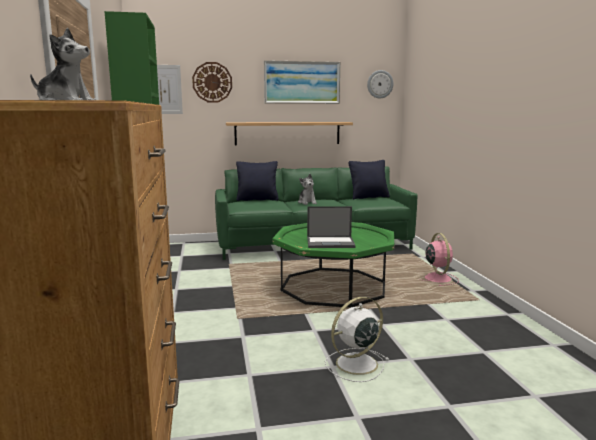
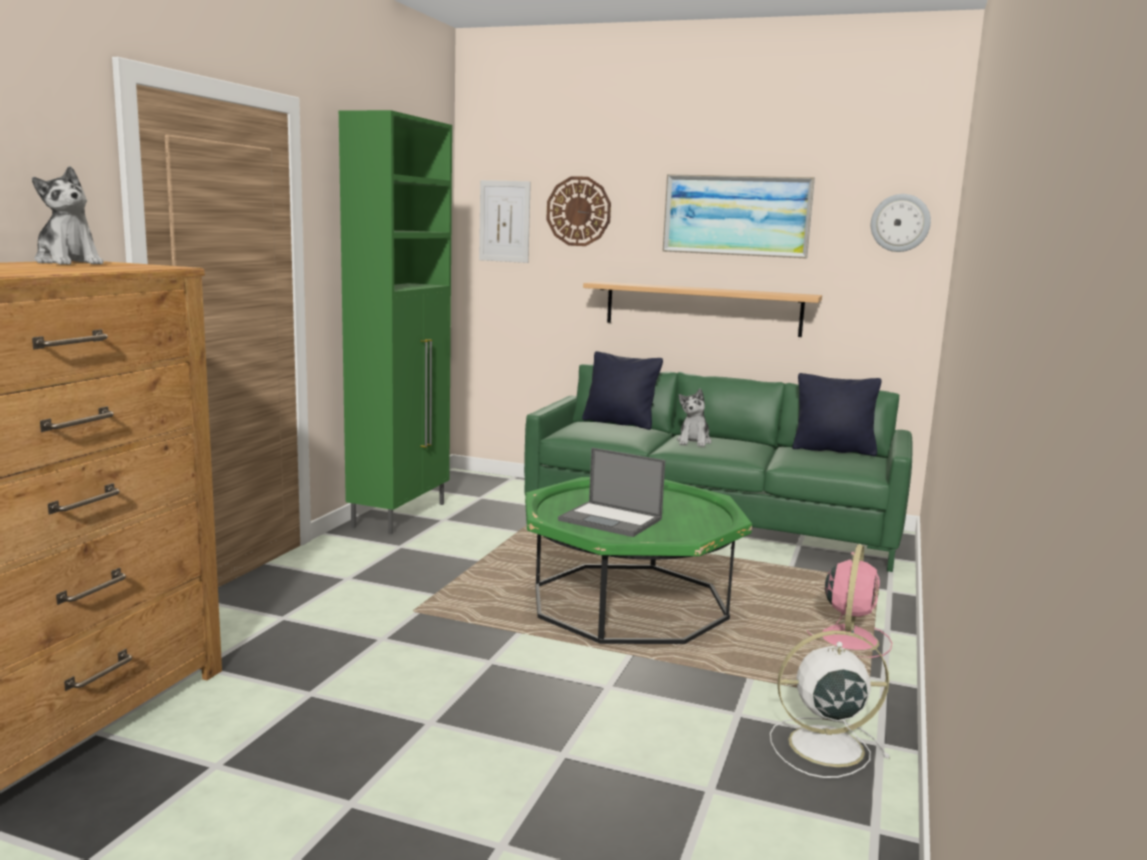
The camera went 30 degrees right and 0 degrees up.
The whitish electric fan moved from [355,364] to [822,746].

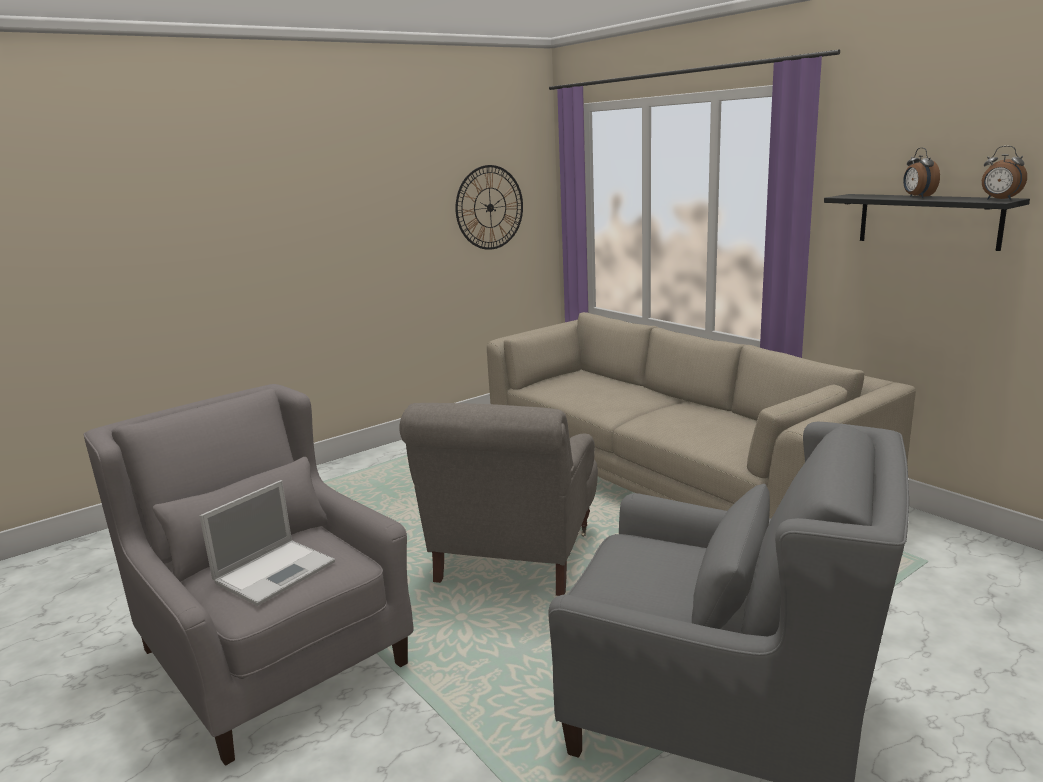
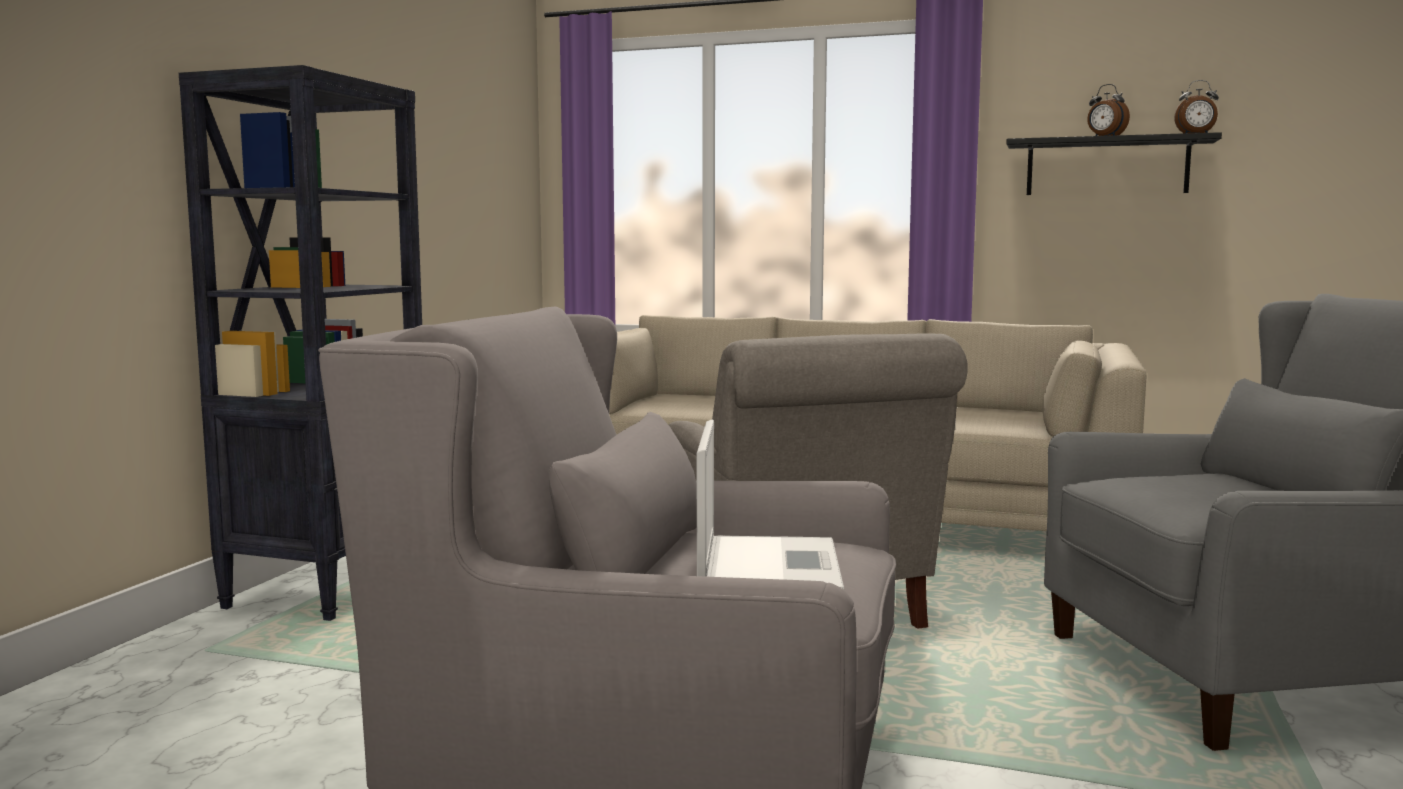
The camera went 35 degrees left and 10 degrees down.
The hanging clock at [490,207] disappeared.
The blackish bookshelf at [331,588] appeared.

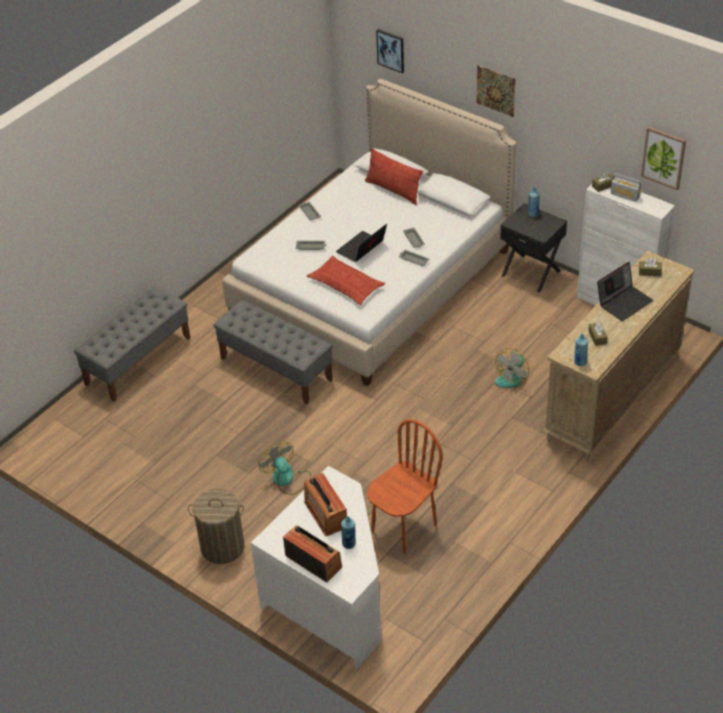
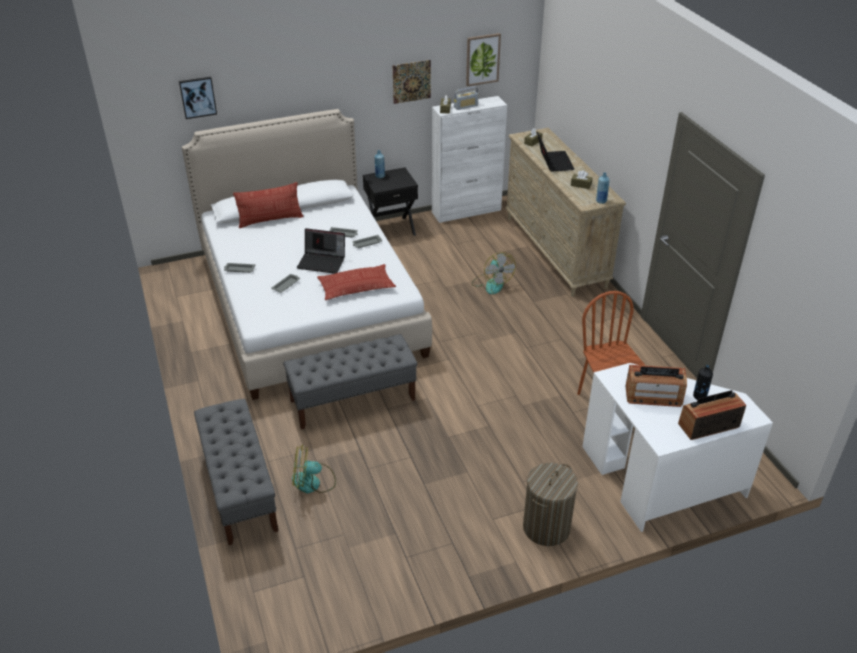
The camera went 60 degrees left and 5 degrees down.
The electric fan moved from [287,479] to [313,482].
The portable computer at [361,249] turned 60 degrees counterclockwise.
The bluish beverage bottle at [349,544] became the blackish beverage bottle at [699,396].
The picture moved from [495,90] to [411,81].

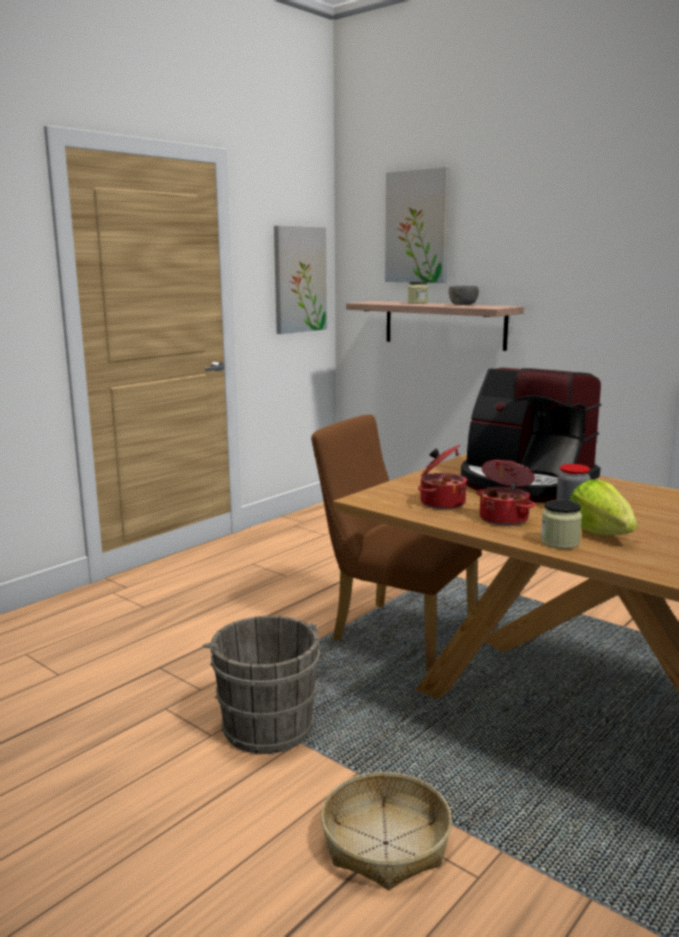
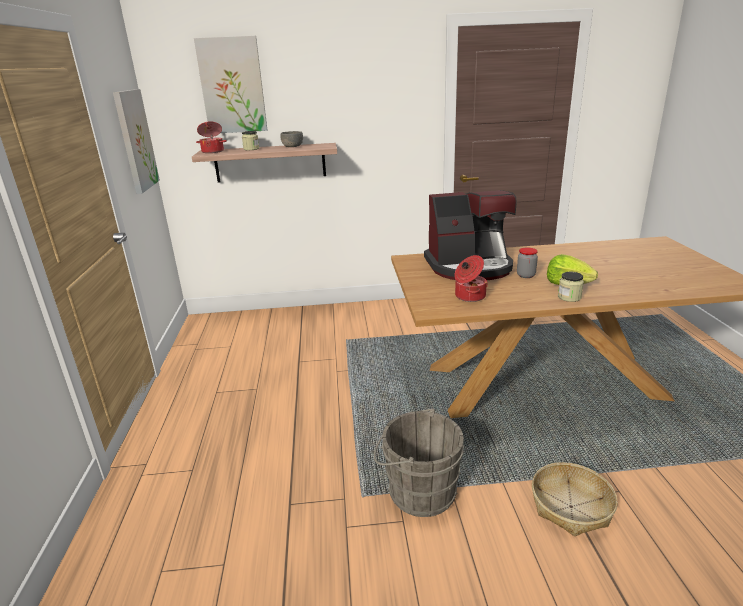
The camera went 45 degrees left and 10 degrees up.
The brownish plain chair at [394,632] disappeared.
The stockpot moved from [504,518] to [213,151].

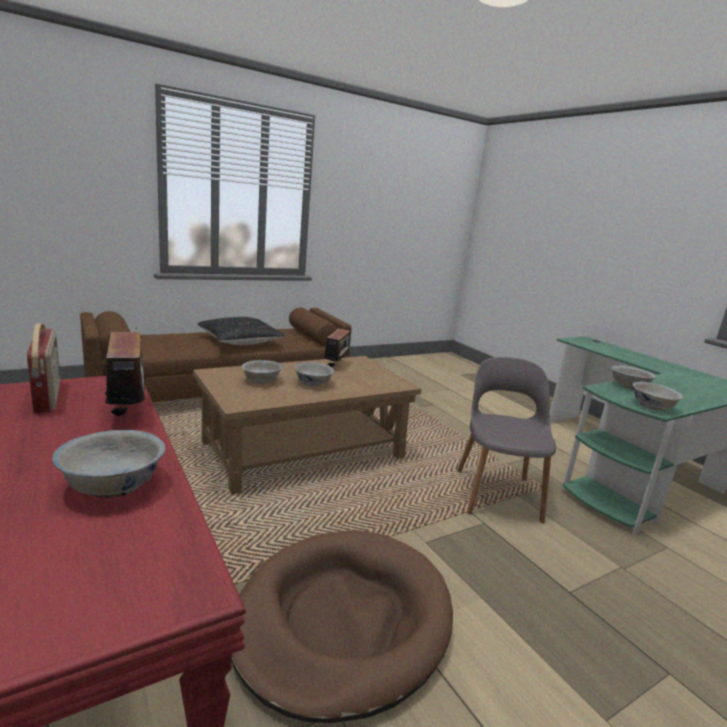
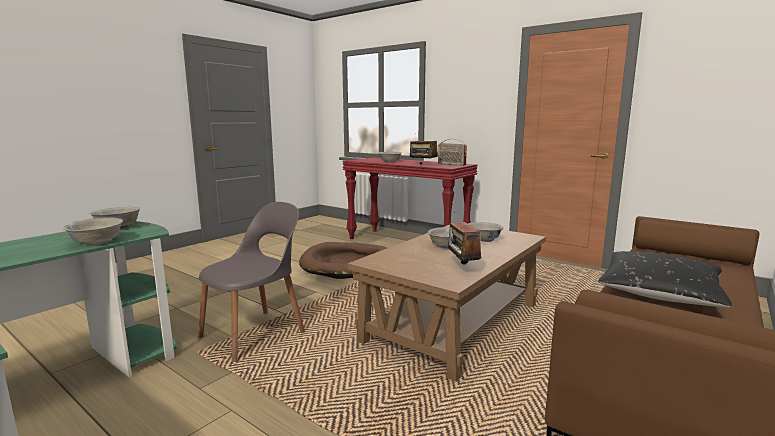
The camera went 160 degrees right and 5 degrees down.
The grey plain chair at [497,493] turned 120 degrees counterclockwise.

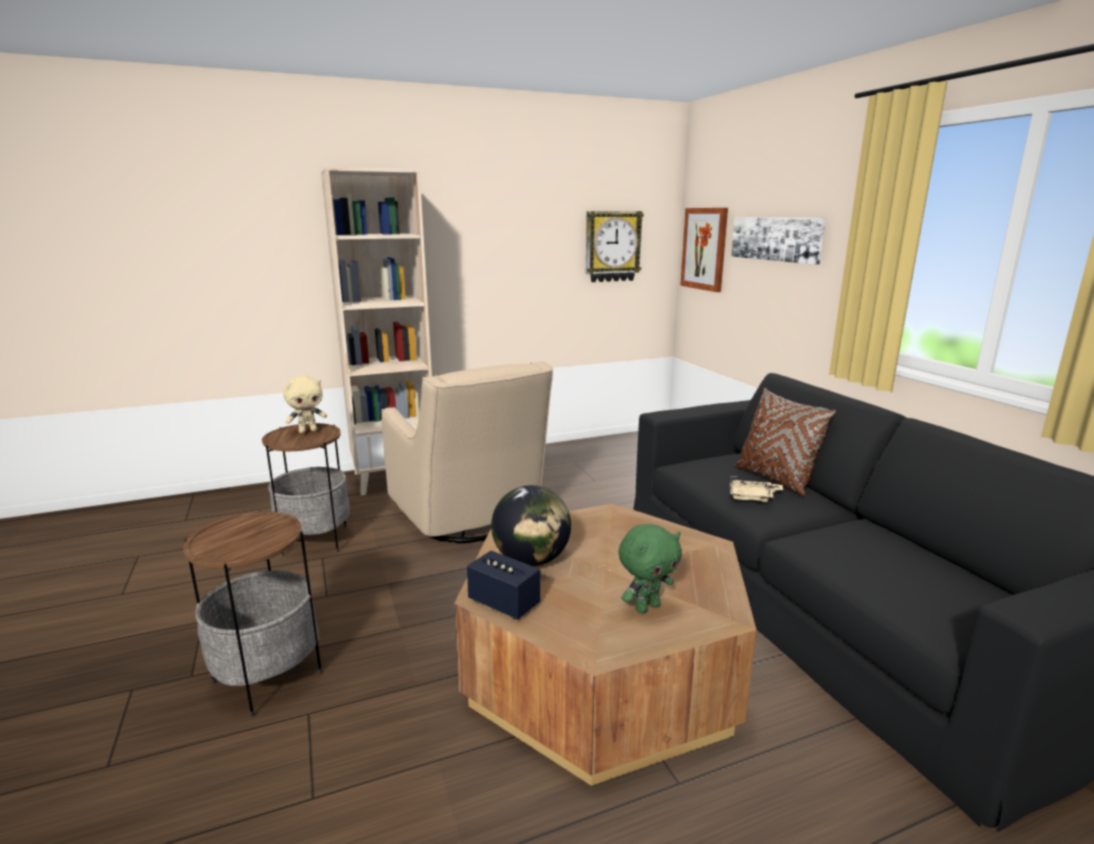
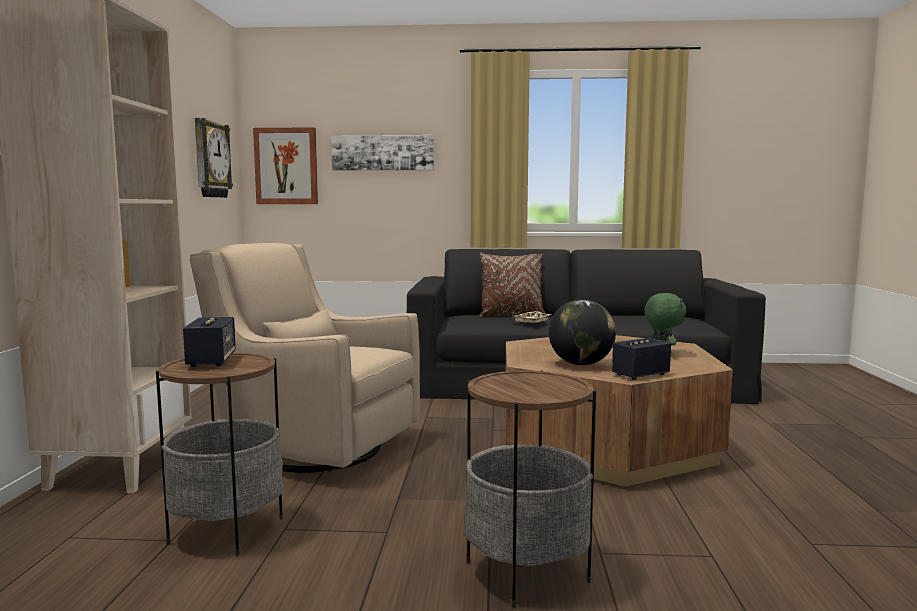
The camera went 65 degrees left and 10 degrees down.
The sand-coloured plush toy at [308,431] was replaced by the audio speaker at [211,361].
The sand-coloured easy chair at [469,520] turned 150 degrees counterclockwise.

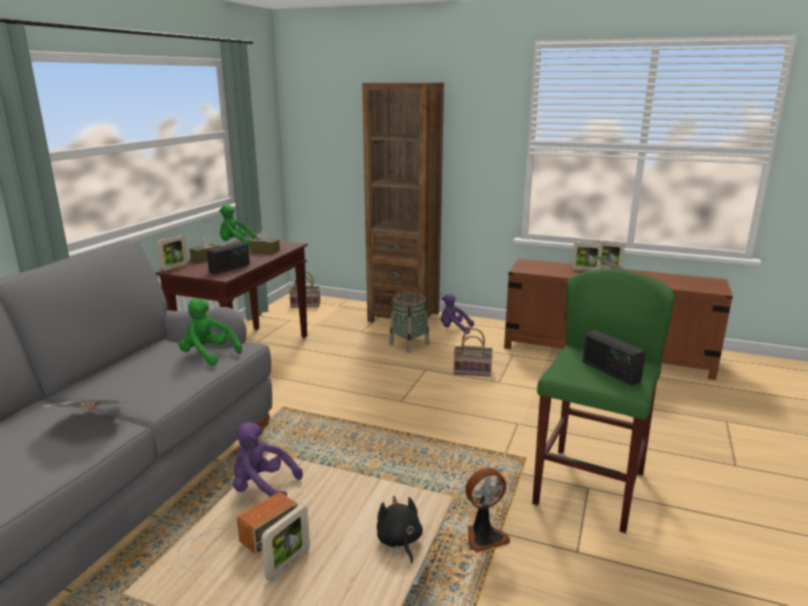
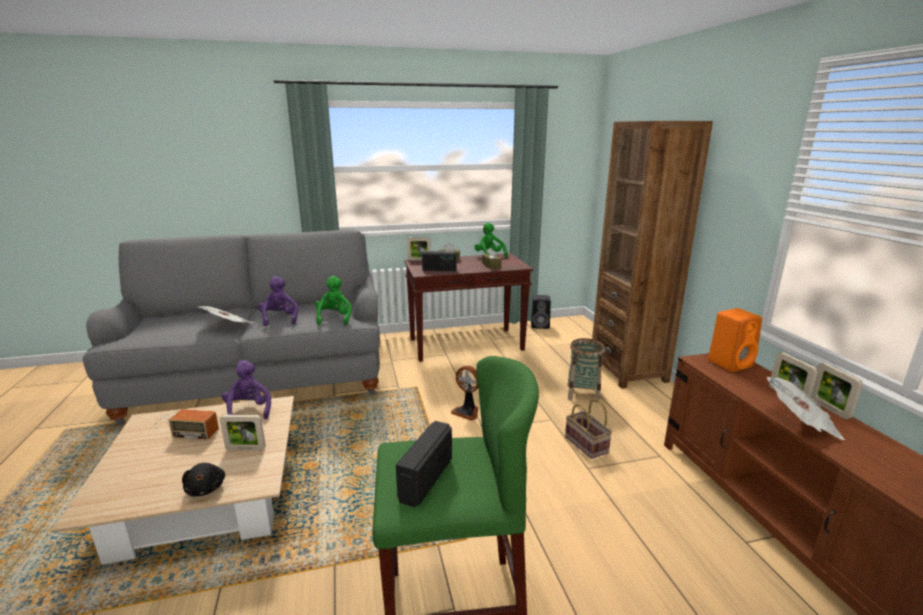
The camera went 55 degrees right and 0 degrees up.
The standing frame moved from [288,564] to [245,449].
The storage basket at [306,304] disappeared.
The blackish plush toy at [399,541] turned 120 degrees clockwise.
The purple-coloured plush toy moved from [454,329] to [279,319].
The electric fan moved from [484,536] to [467,411].
The blackish audio speaker at [540,325] appeared.
The orangey audio speaker at [730,363] appeared.

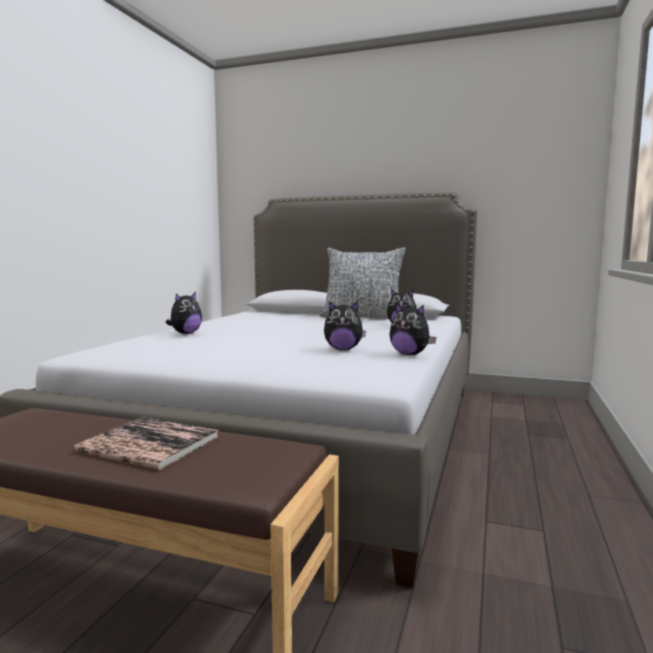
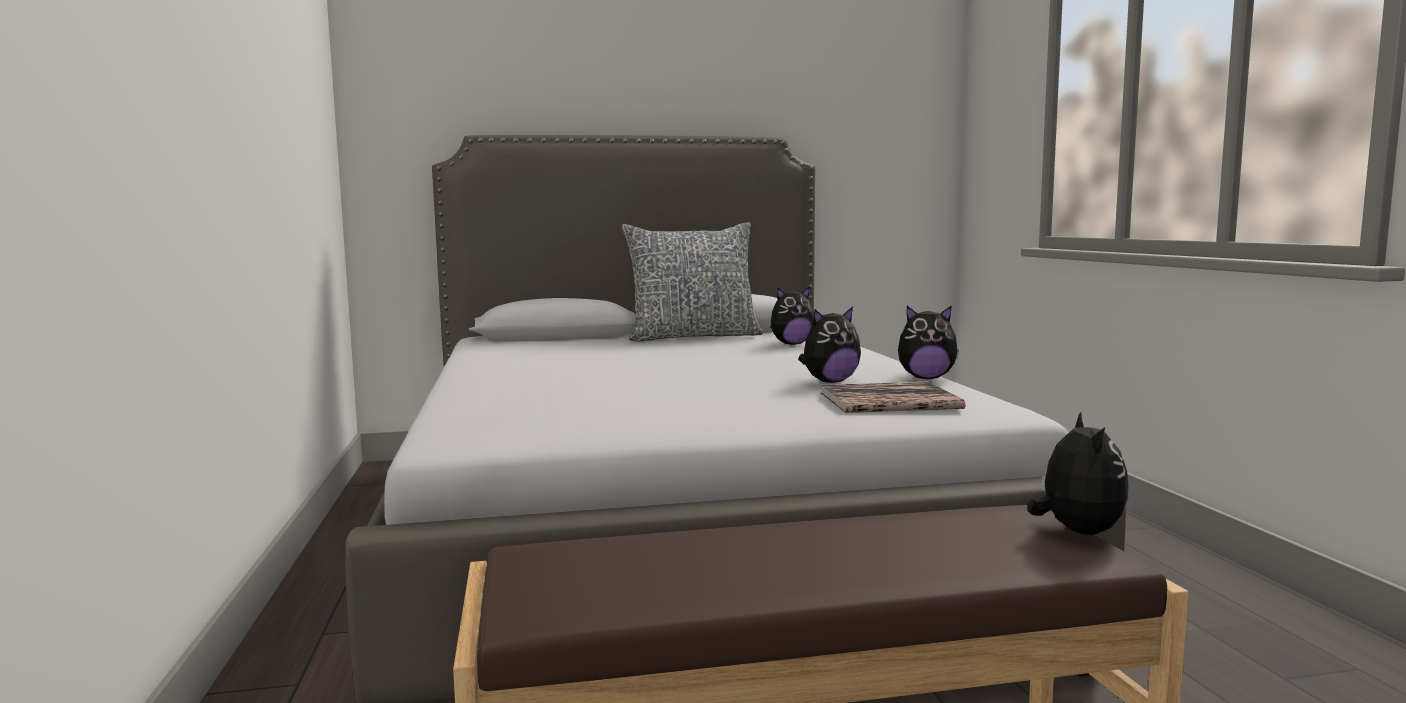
The camera went 30 degrees left and 0 degrees up.
The volume moved from [149,444] to [889,400].
The plush toy moved from [185,333] to [1076,531].

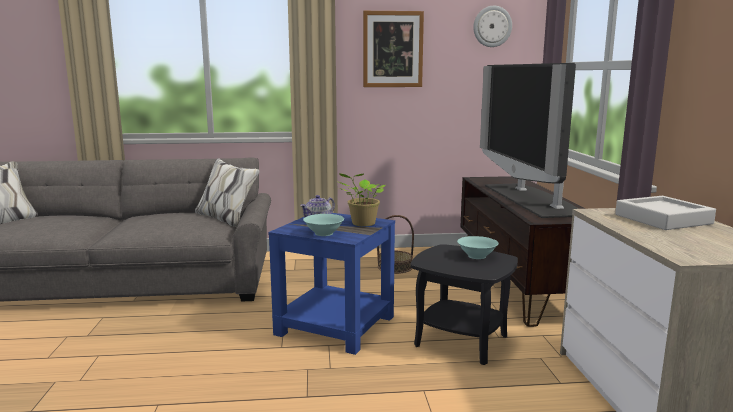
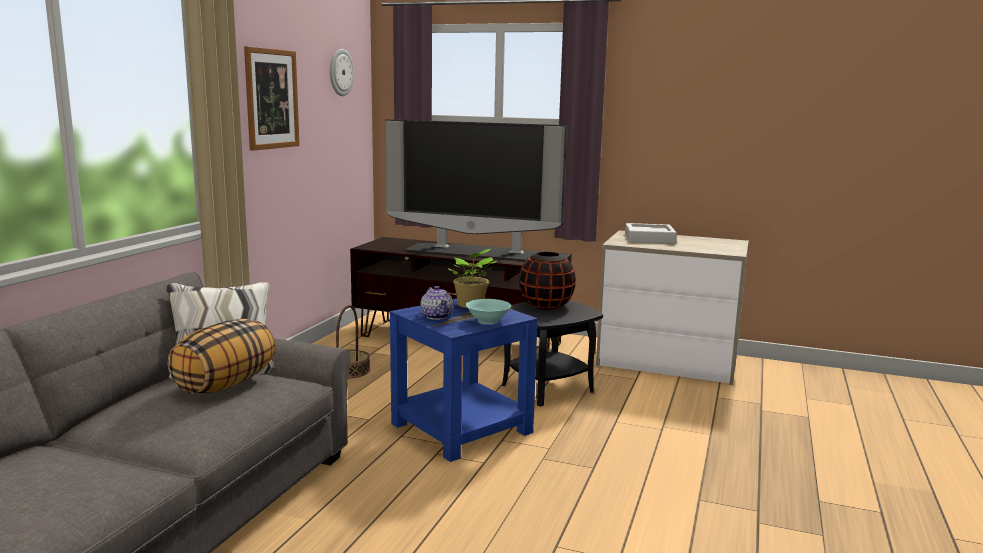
The camera went 65 degrees left and 0 degrees up.
The turquoise deep dish at [477,256] was replaced by the blackish flower vase at [546,306].
The pillow at [225,384] appeared.

